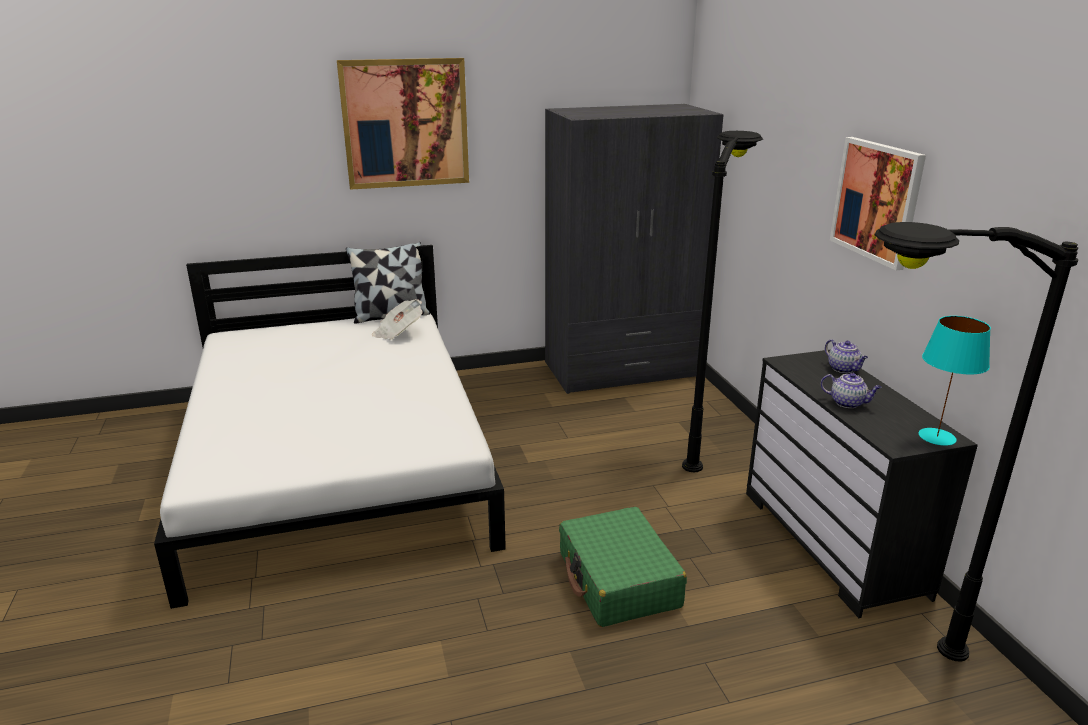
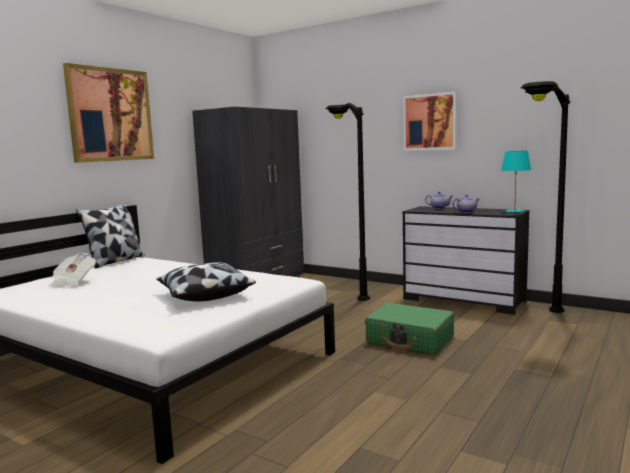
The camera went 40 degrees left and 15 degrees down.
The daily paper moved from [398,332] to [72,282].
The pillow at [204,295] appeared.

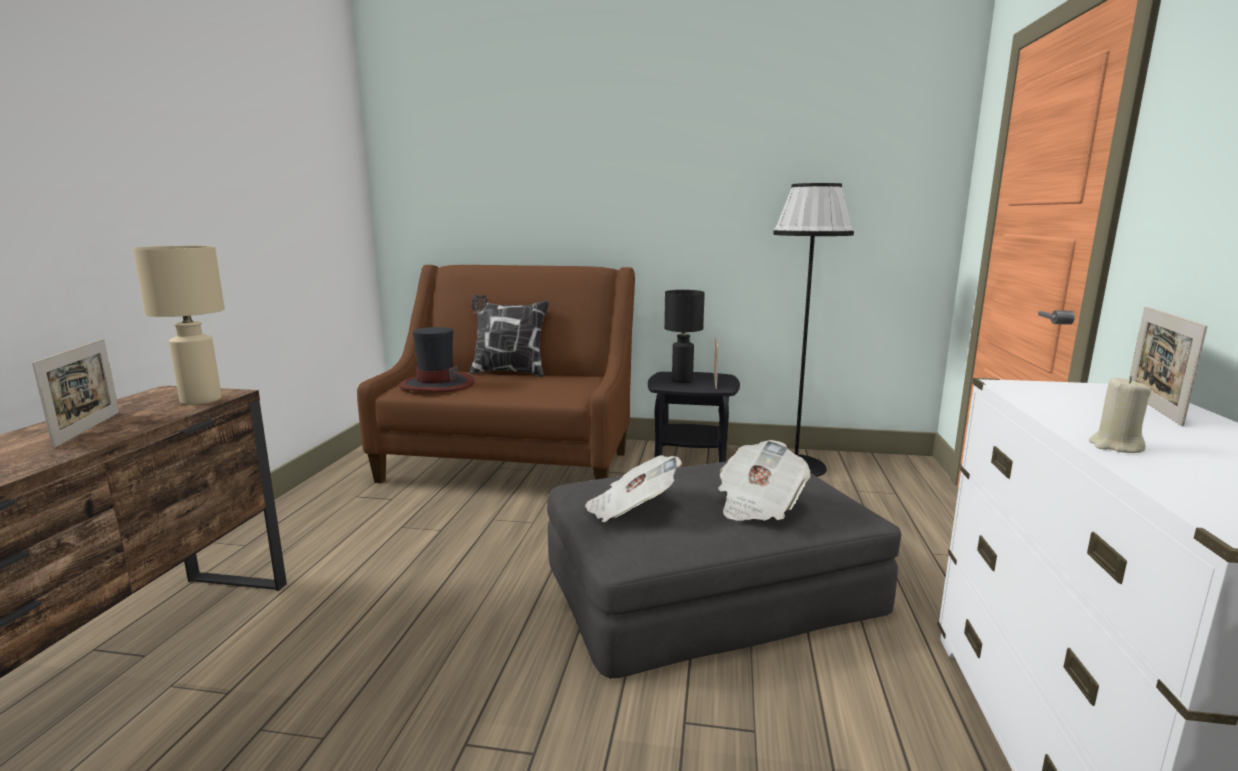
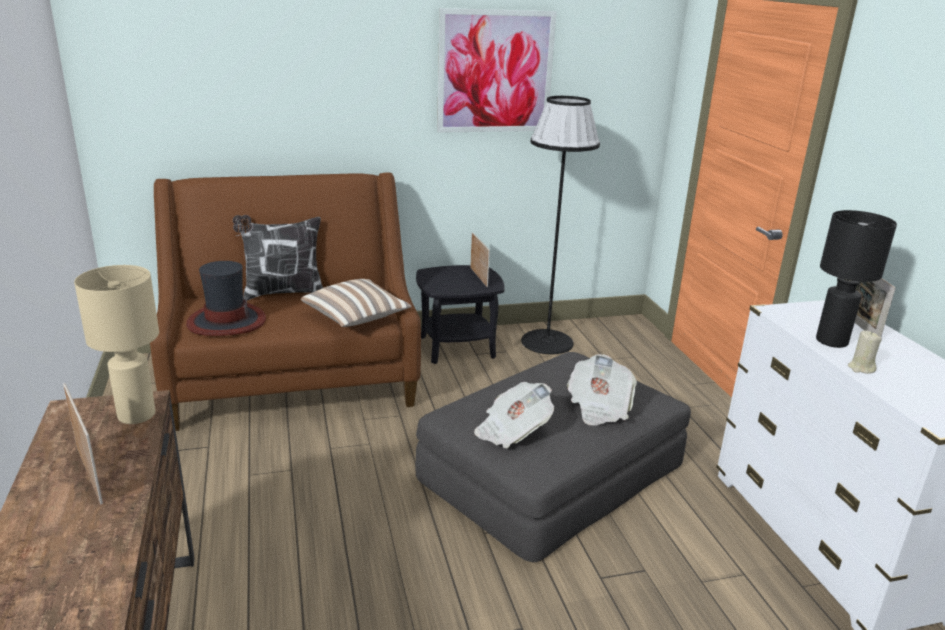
The camera went 25 degrees left and 10 degrees up.
The blackish tabletop lamp moved from [682,380] to [832,341].
The pillow at [356,318] appeared.
The picture at [495,72] appeared.

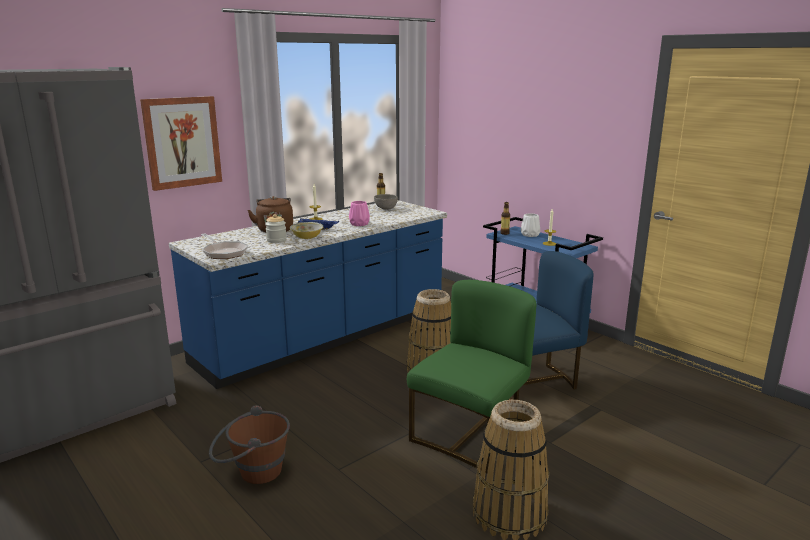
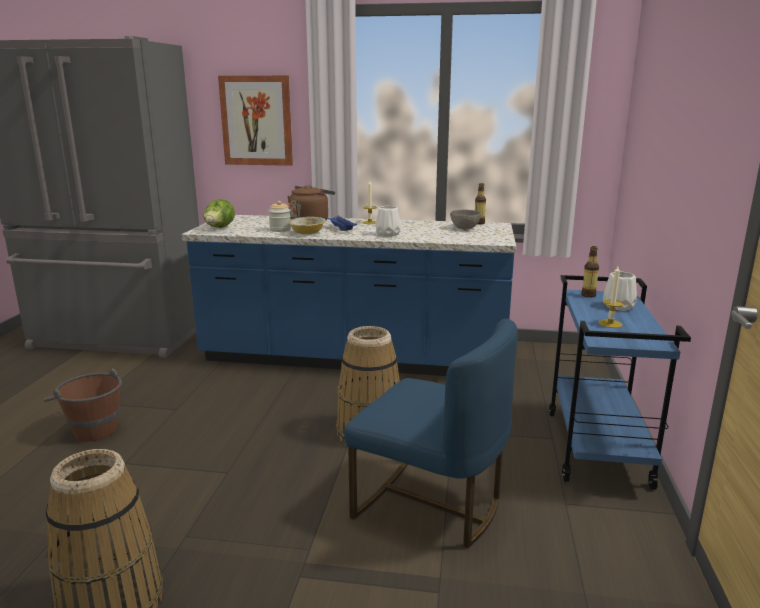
The camera went 50 degrees right and 0 degrees up.
The skillet at [223,252] was replaced by the head of lettuce at [219,228].
The pink-coloured flower vase at [359,224] became the whitish flower vase at [388,234].
The greenish plain chair at [471,435] disappeared.

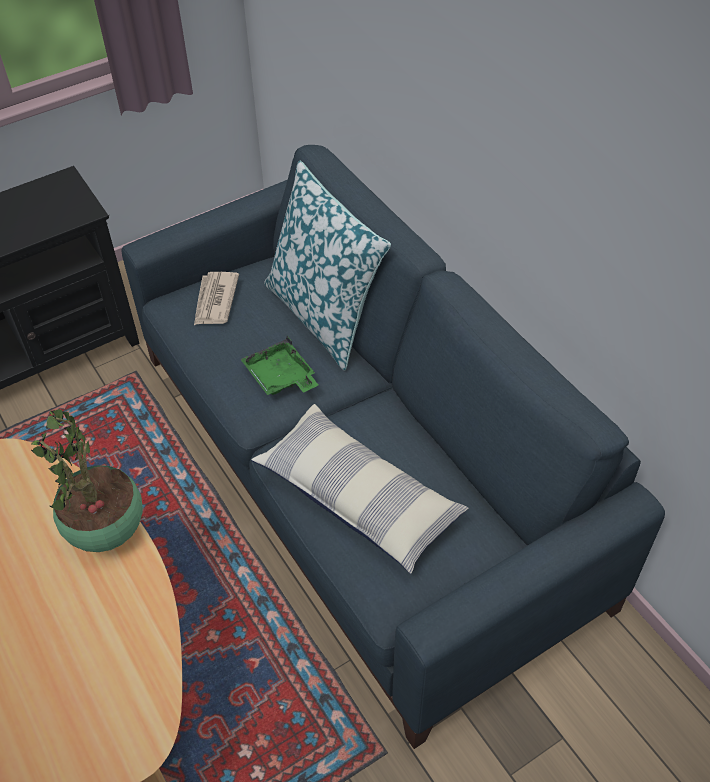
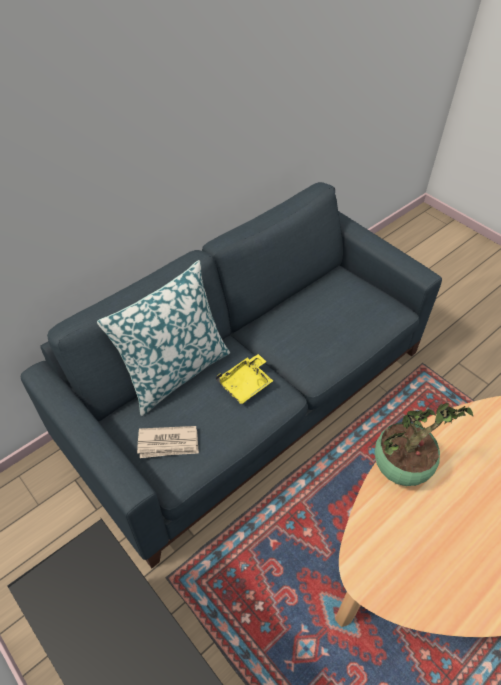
The camera went 100 degrees left and 0 degrees up.
The greenish carrying tray at [280,377] became the yellowish carrying tray at [246,384].
The pillow at [358,497] disappeared.

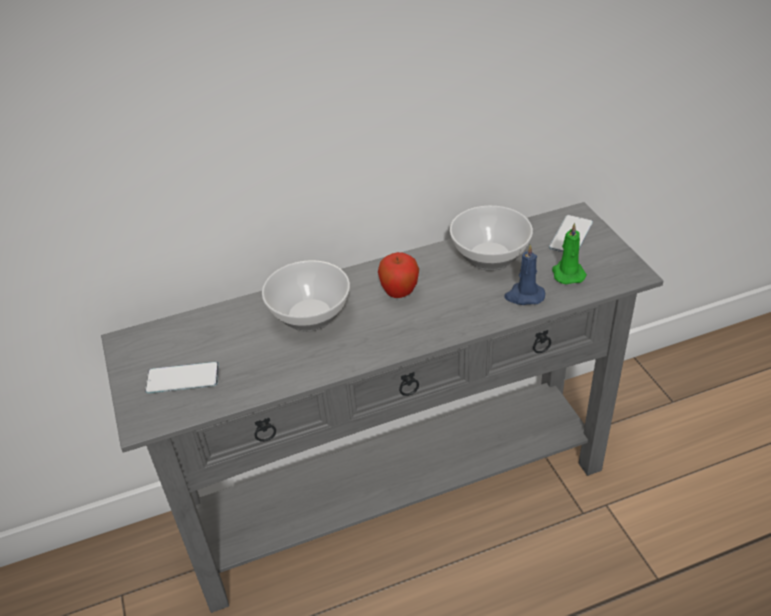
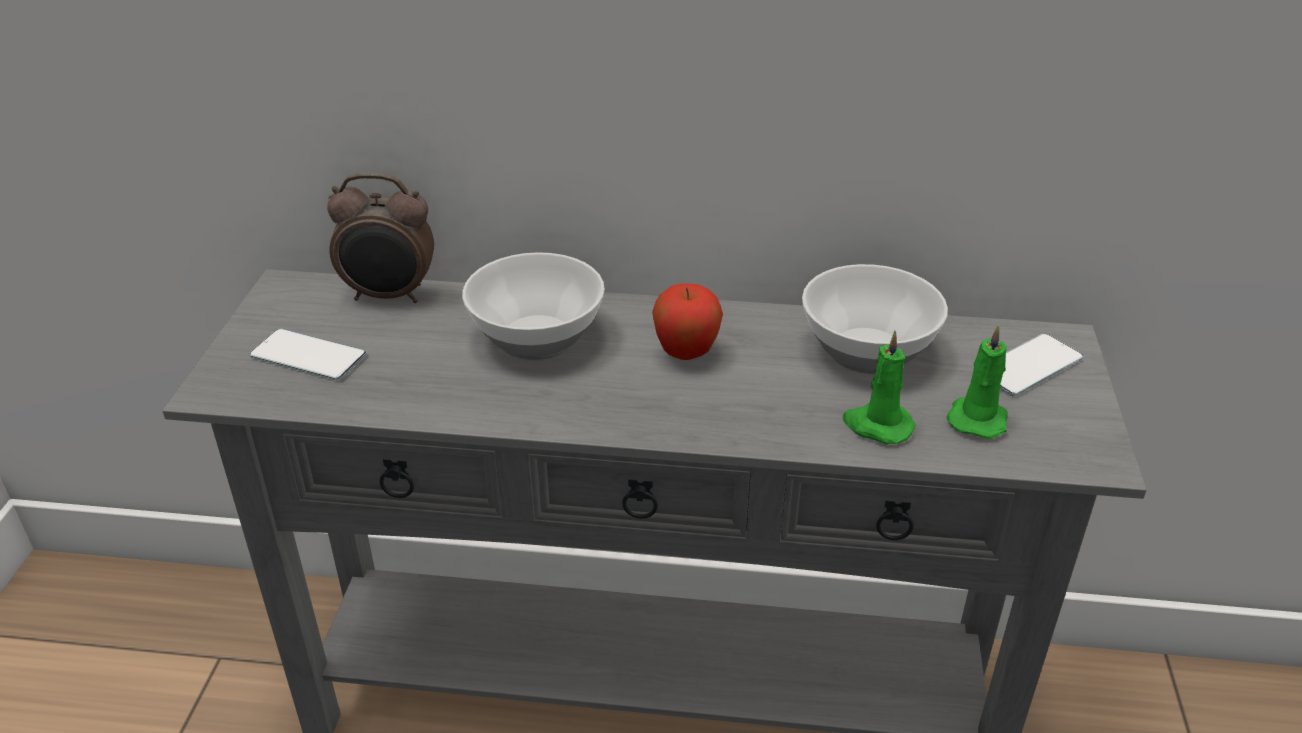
The camera went 25 degrees right and 5 degrees down.
The bluish wax candle at [524,296] became the greenish wax candle at [877,425].
The bedside clock at [390,296] appeared.

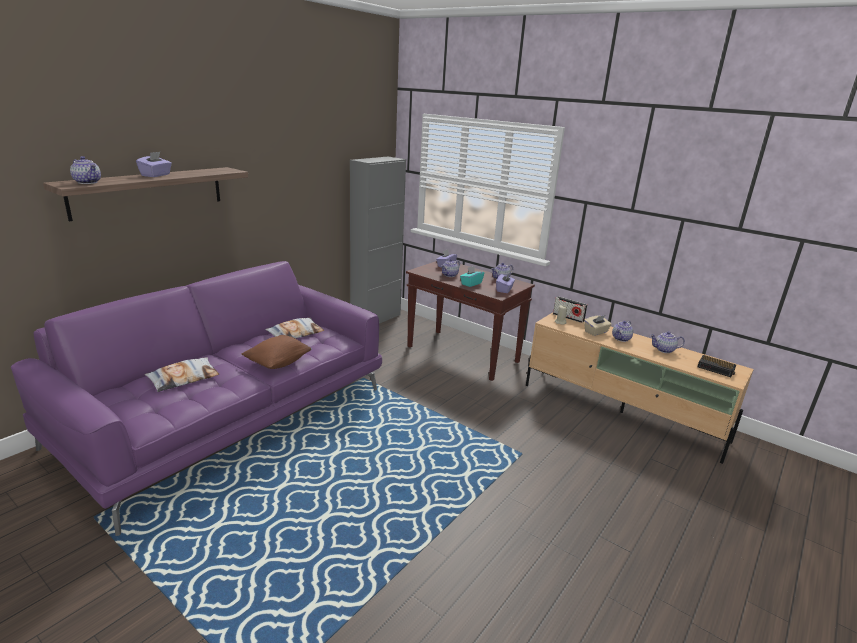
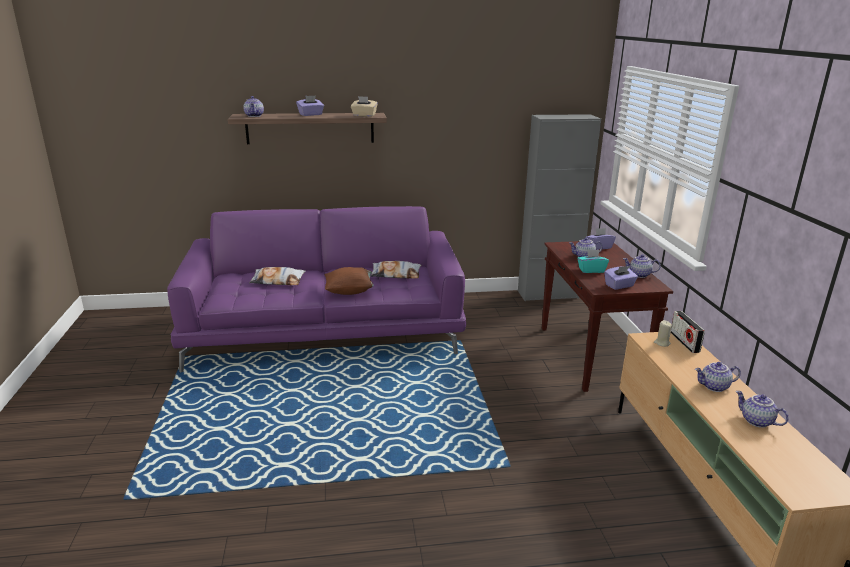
The camera went 45 degrees right and 0 degrees up.
The sand-coloured tissue holder moved from [596,332] to [364,115].
The bedside clock at [716,369] disappeared.

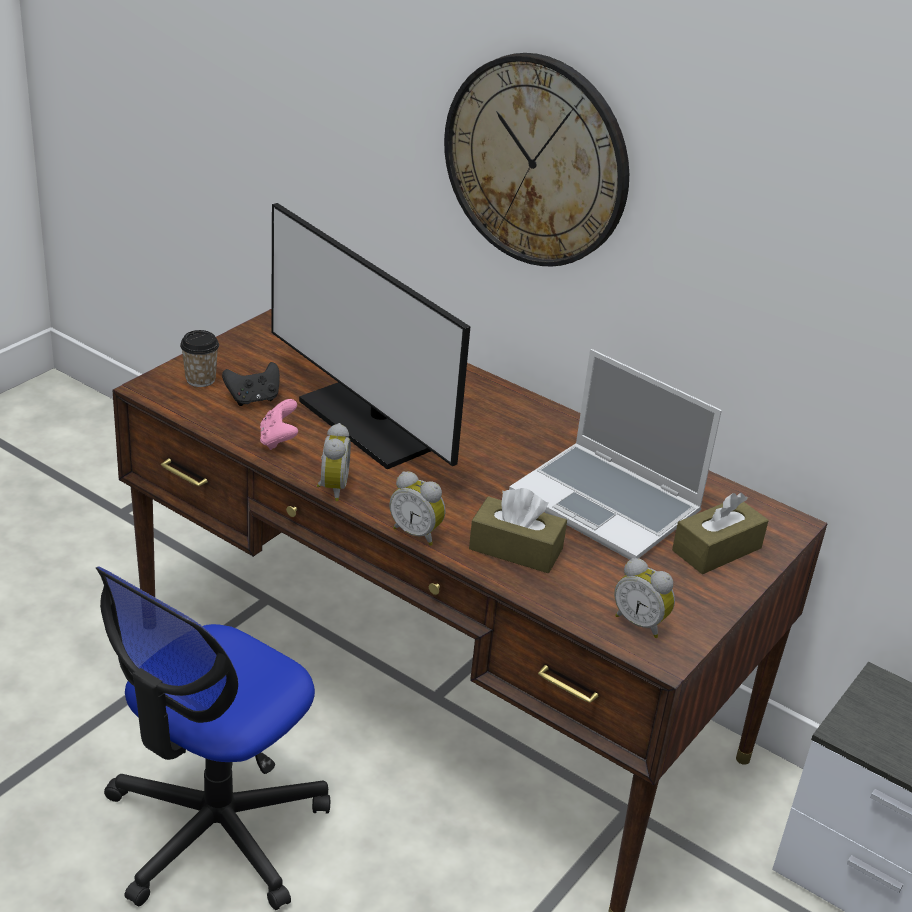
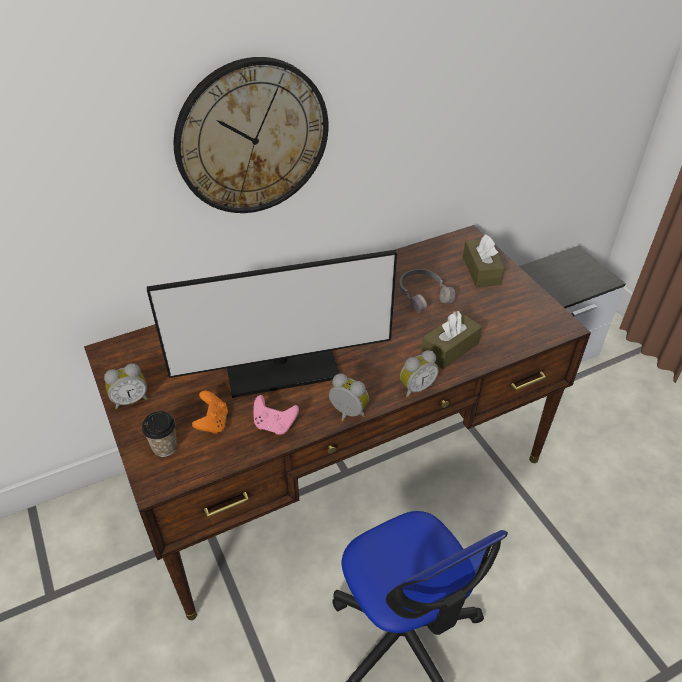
The camera went 60 degrees left and 10 degrees up.
The blackish gamepad at [253,399] became the orangey gamepad at [213,423].
The portable computer at [608,504] was replaced by the grey headphones at [423,294].
The bedside clock moved from [641,622] to [130,400].

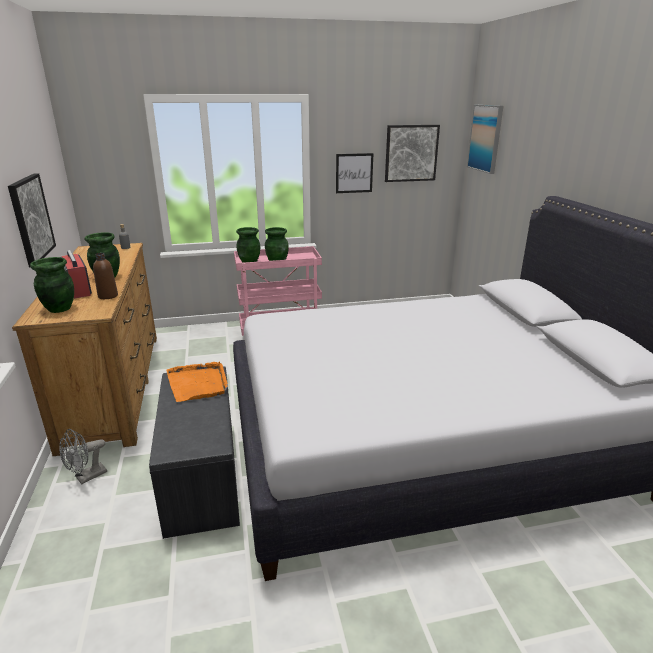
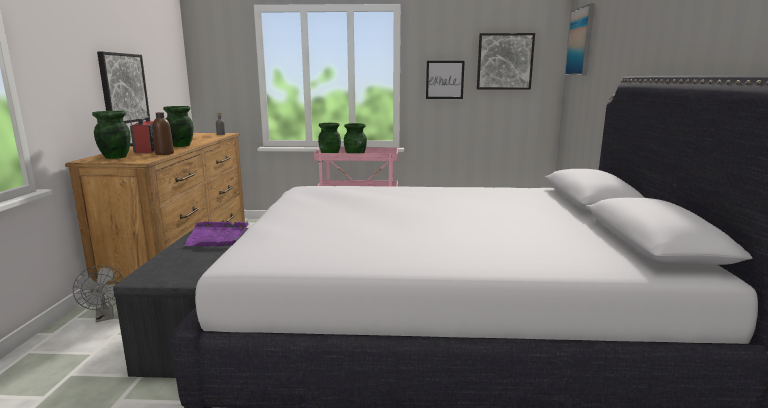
The camera went 15 degrees right and 10 degrees down.
The grey electric fan at [87,477] turned 90 degrees counterclockwise.
The orangey carrying tray at [198,383] became the purple-coloured carrying tray at [217,236].

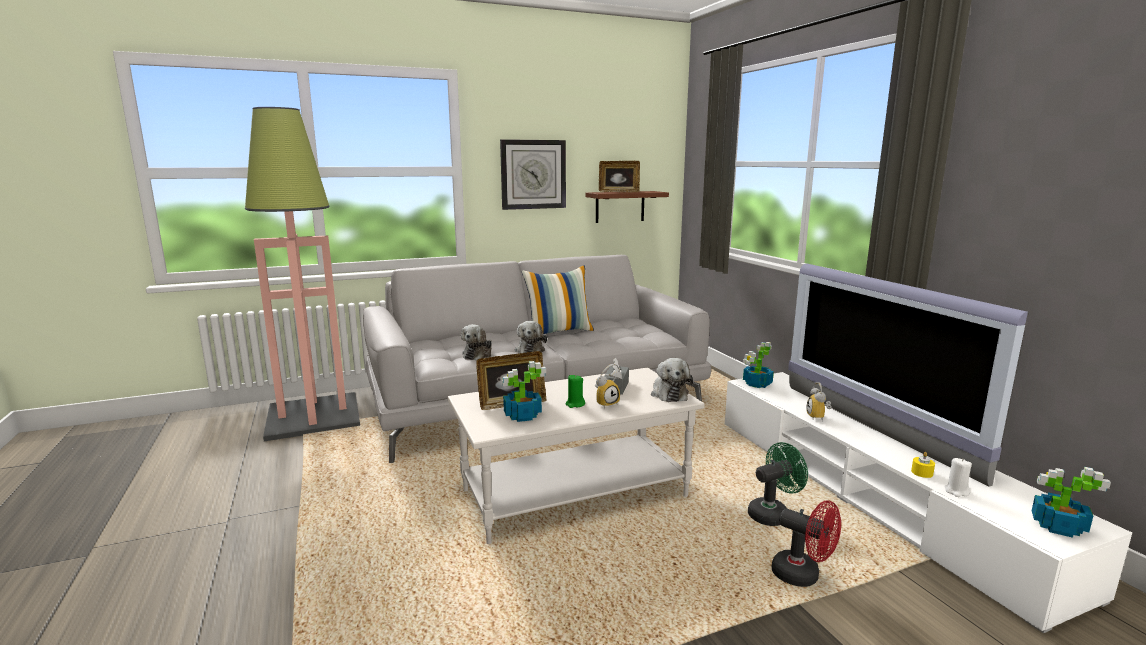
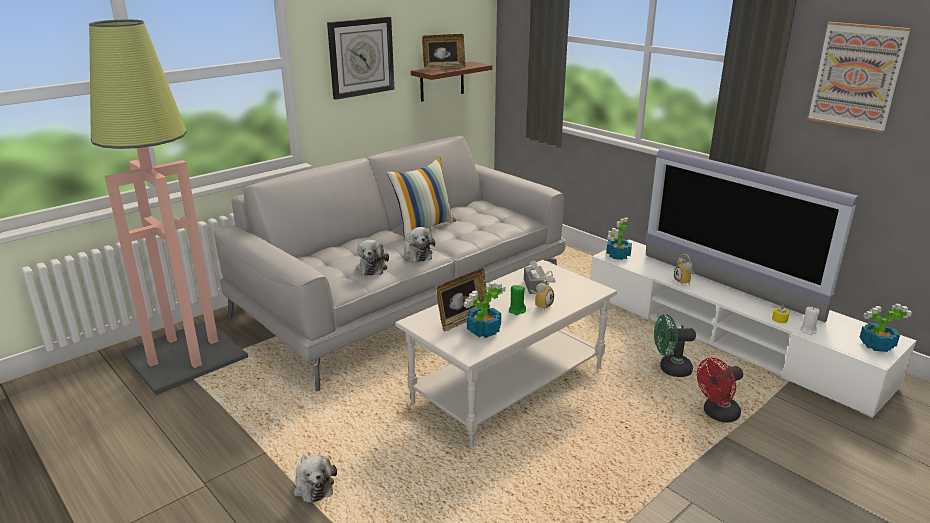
The camera went 20 degrees left and 10 degrees up.
The plush toy moved from [669,393] to [313,485].
The greenish electric fan at [772,514] turned 135 degrees counterclockwise.
The red electric fan at [803,576] turned 135 degrees clockwise.
The picture at [857,76] appeared.

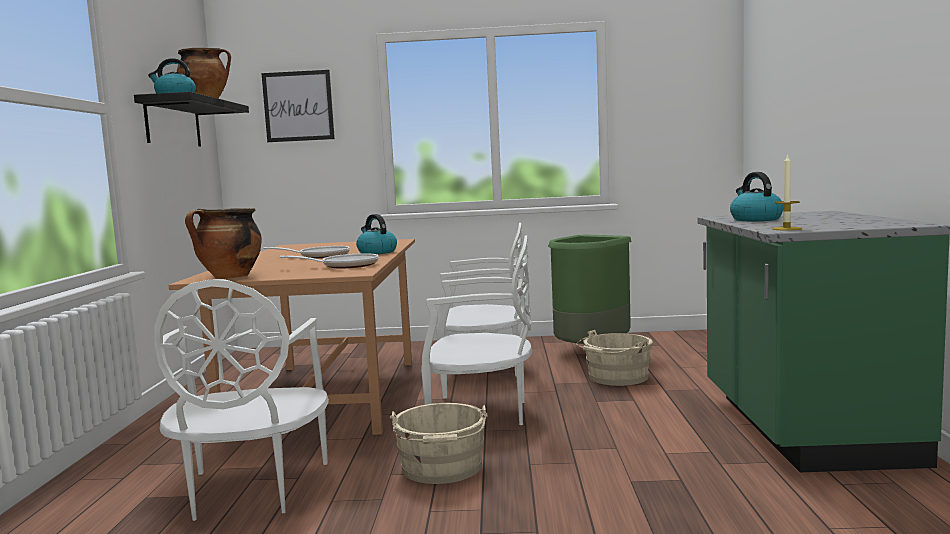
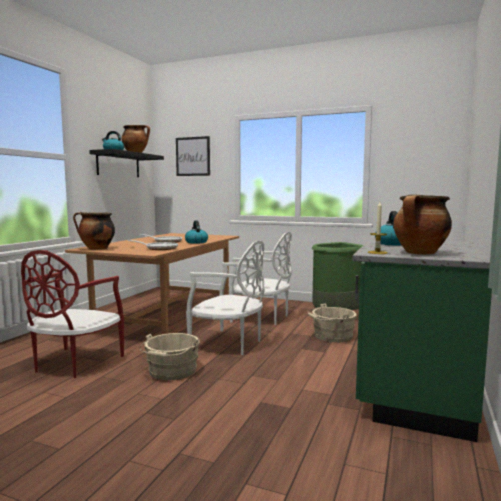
The camera went 20 degrees right and 0 degrees up.
The whitish plain chair at [251,491] became the red plain chair at [74,363].
The stockpot at [420,253] appeared.

